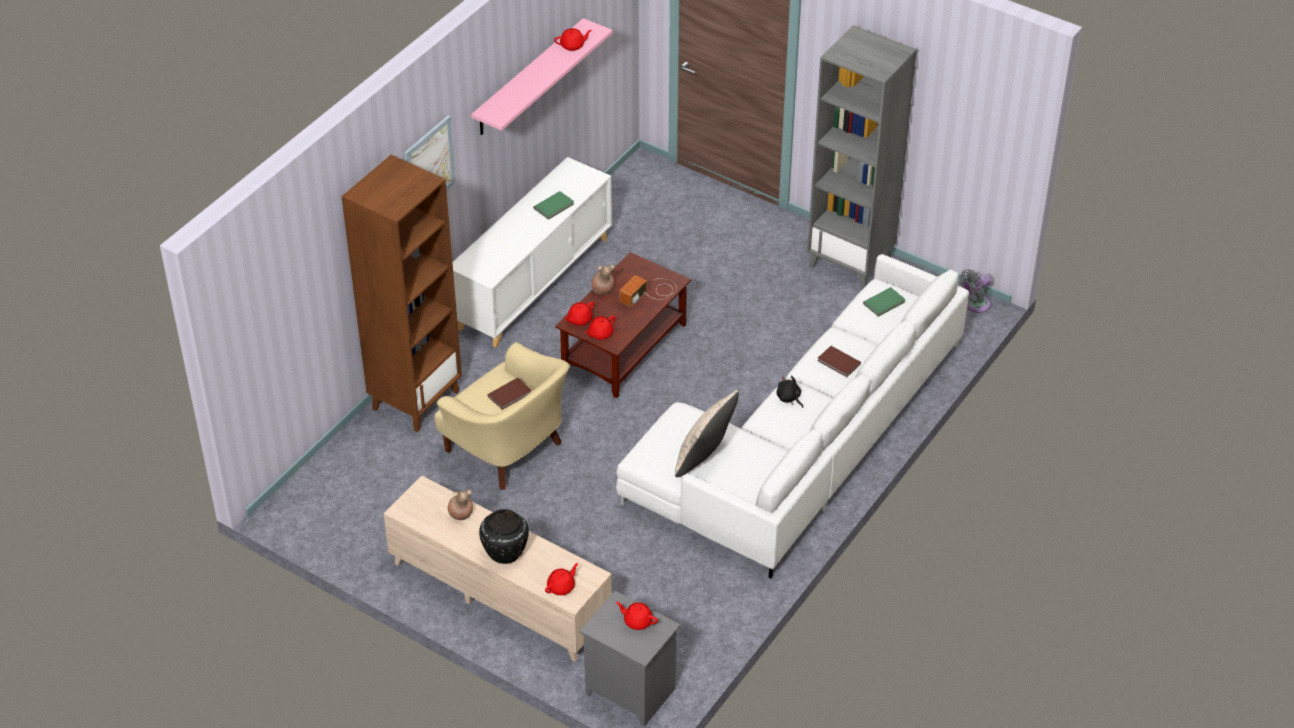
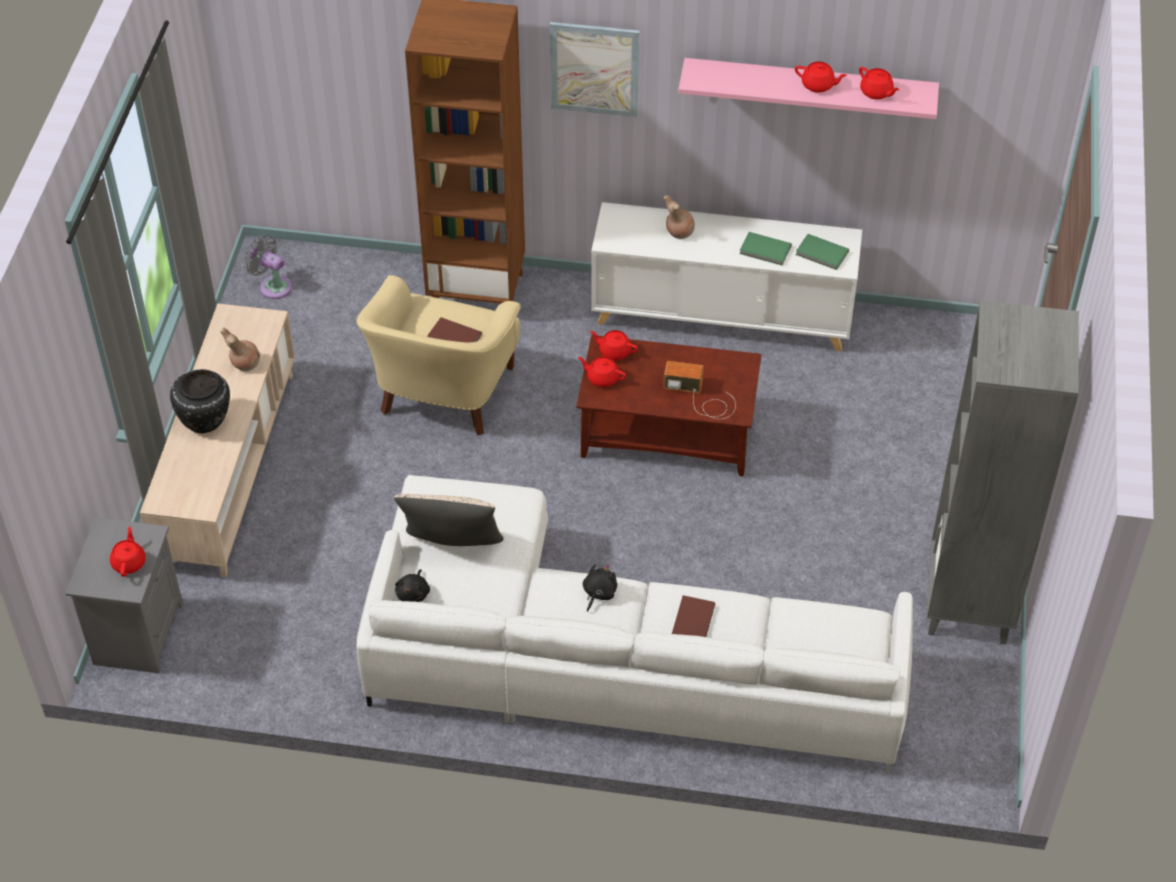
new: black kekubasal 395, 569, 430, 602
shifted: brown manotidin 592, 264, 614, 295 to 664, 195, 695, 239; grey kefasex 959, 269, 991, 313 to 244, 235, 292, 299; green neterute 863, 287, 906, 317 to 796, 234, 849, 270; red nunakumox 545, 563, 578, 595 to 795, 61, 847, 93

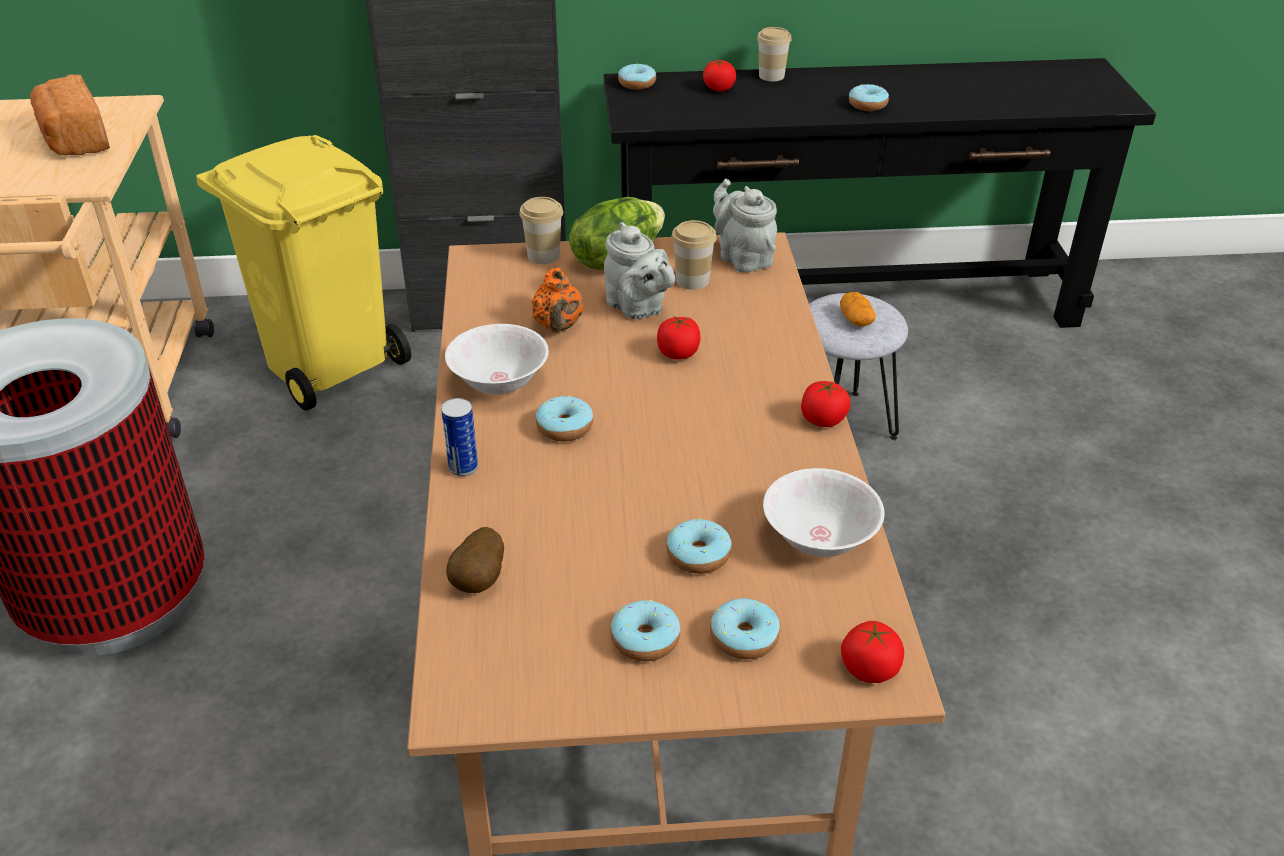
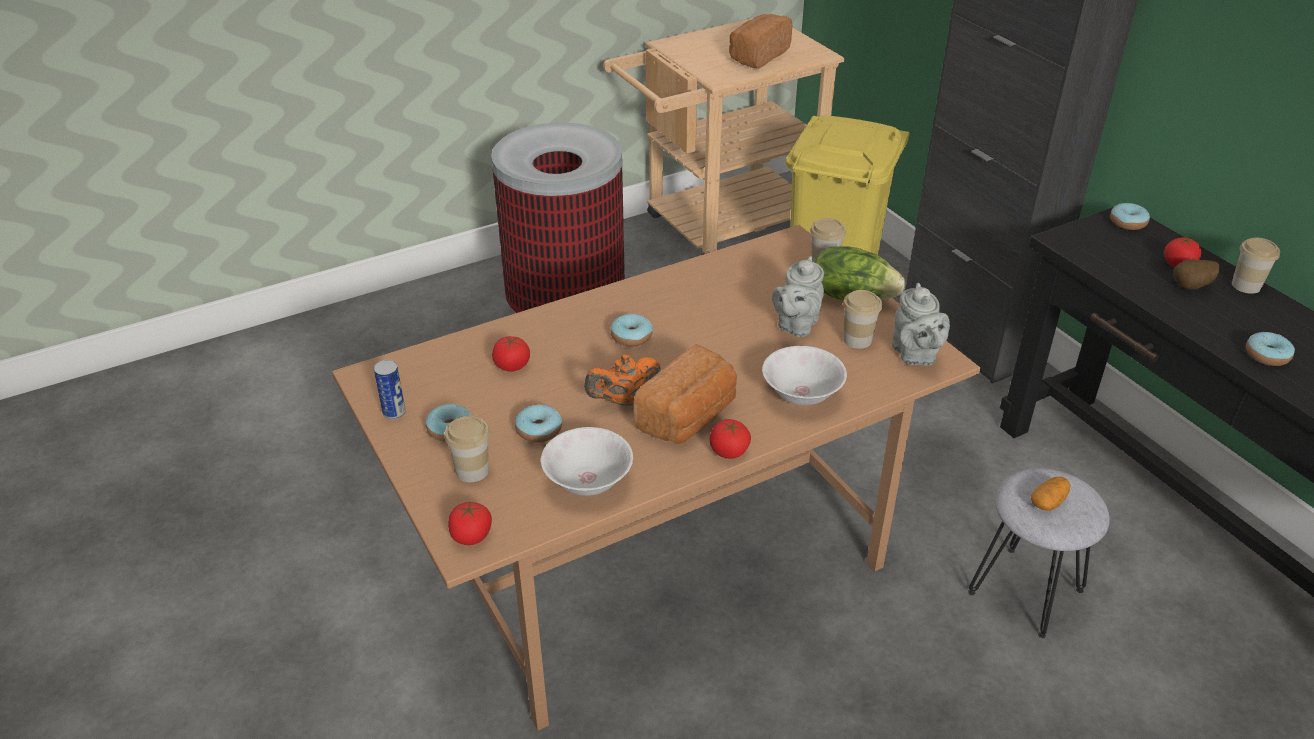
new: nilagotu 633, 344, 737, 444
shifted: orange nunakumox 532, 267, 583, 333 to 584, 354, 661, 406; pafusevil 657, 316, 700, 360 to 492, 336, 530, 372; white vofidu 445, 324, 549, 395 to 762, 346, 847, 406; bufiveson 441, 398, 478, 477 to 374, 360, 406, 420; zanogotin 446, 527, 504, 593 to 1174, 259, 1220, 290
swapped: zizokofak 710, 598, 780, 659 to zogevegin 445, 416, 490, 482
rotated: grey nunakumox 713, 179, 777, 273 = 892, 283, 950, 365 135 degrees clockwise

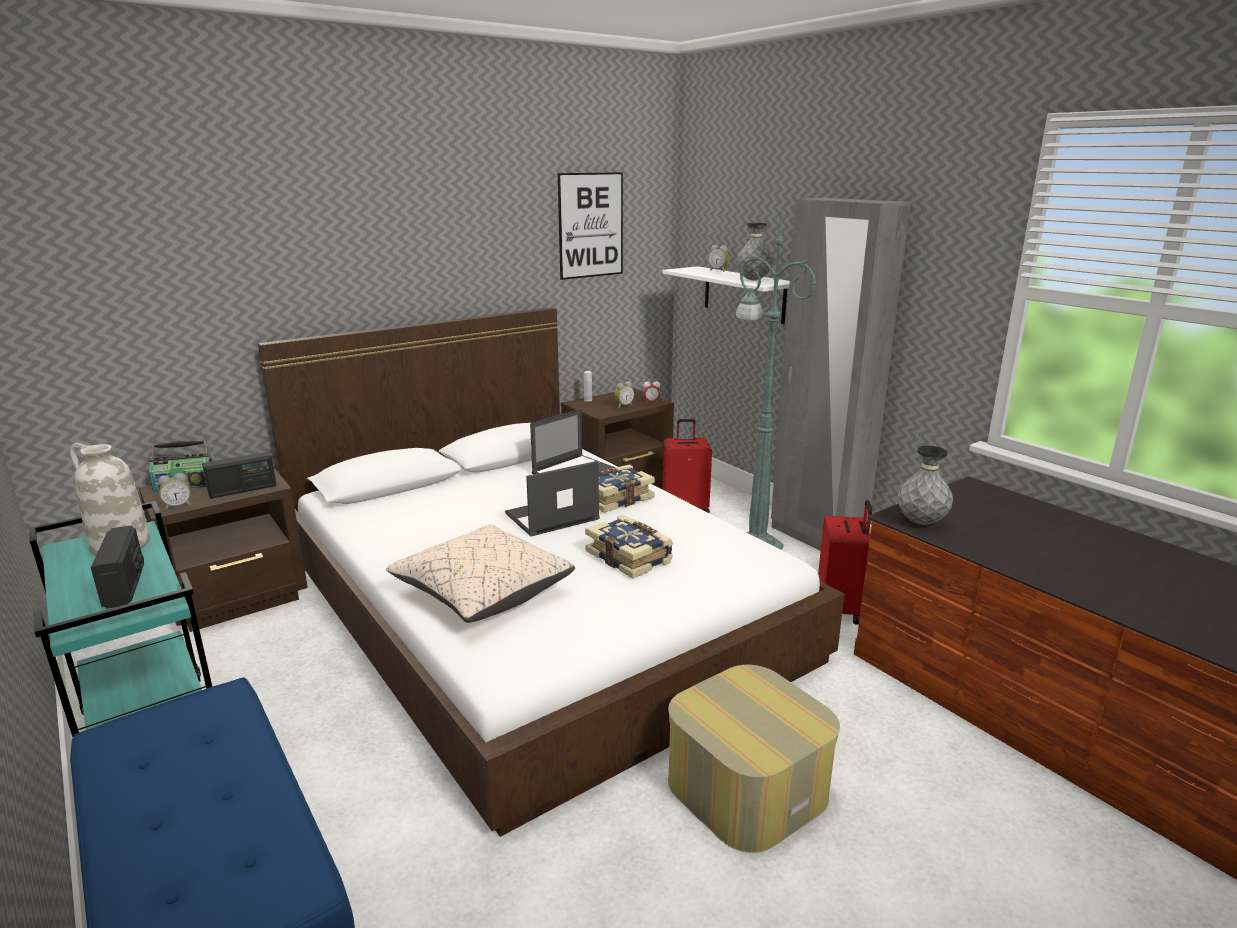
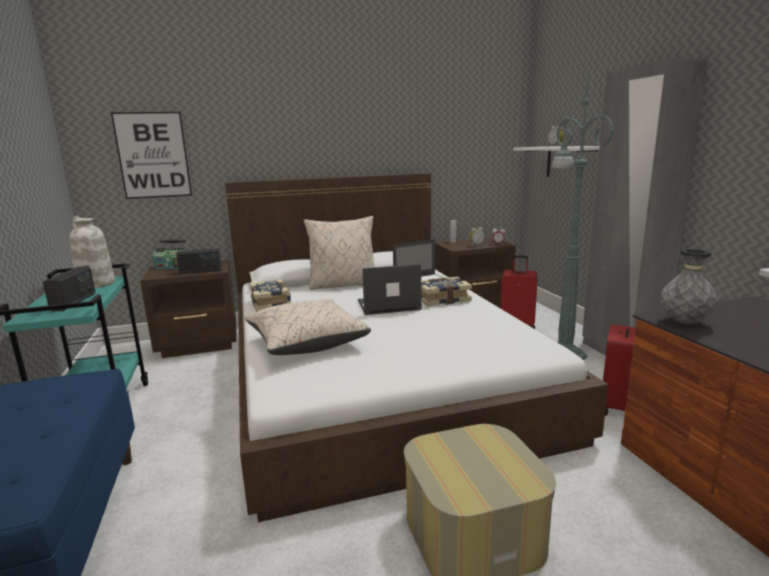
gone: grey manotidin 736, 223, 773, 280; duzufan 158, 473, 192, 510
new: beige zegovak 304, 216, 374, 290
shifted: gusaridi 557, 172, 623, 280 to 111, 112, 192, 199; neterute 585, 515, 673, 579 to 249, 279, 291, 311

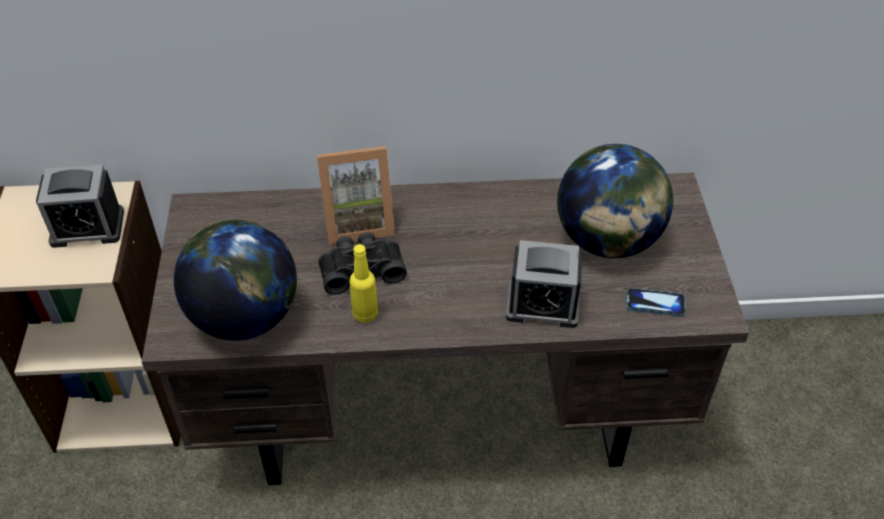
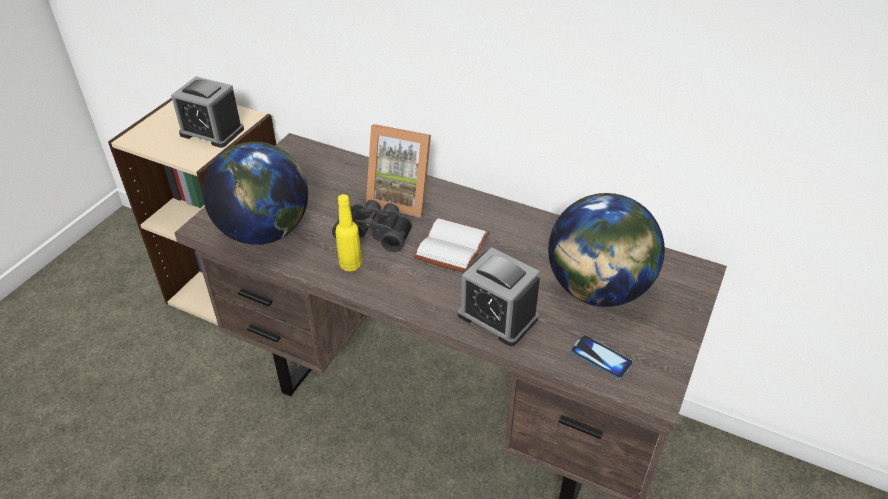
new: white neterute 413, 218, 490, 272

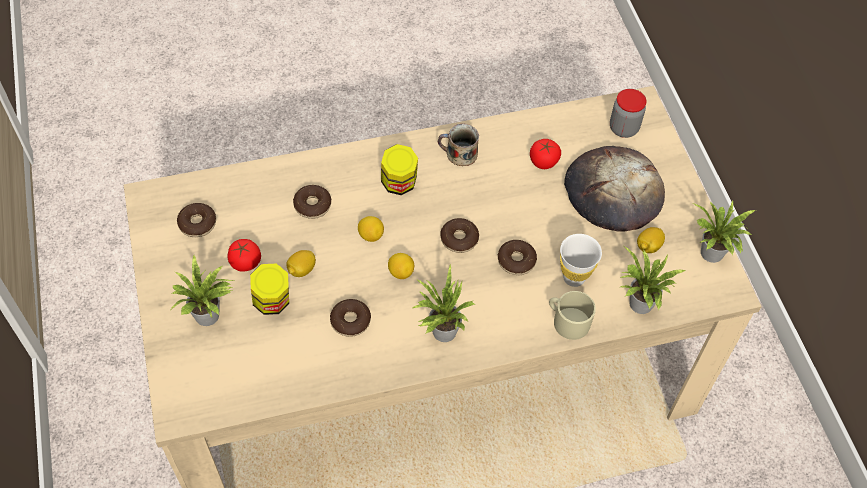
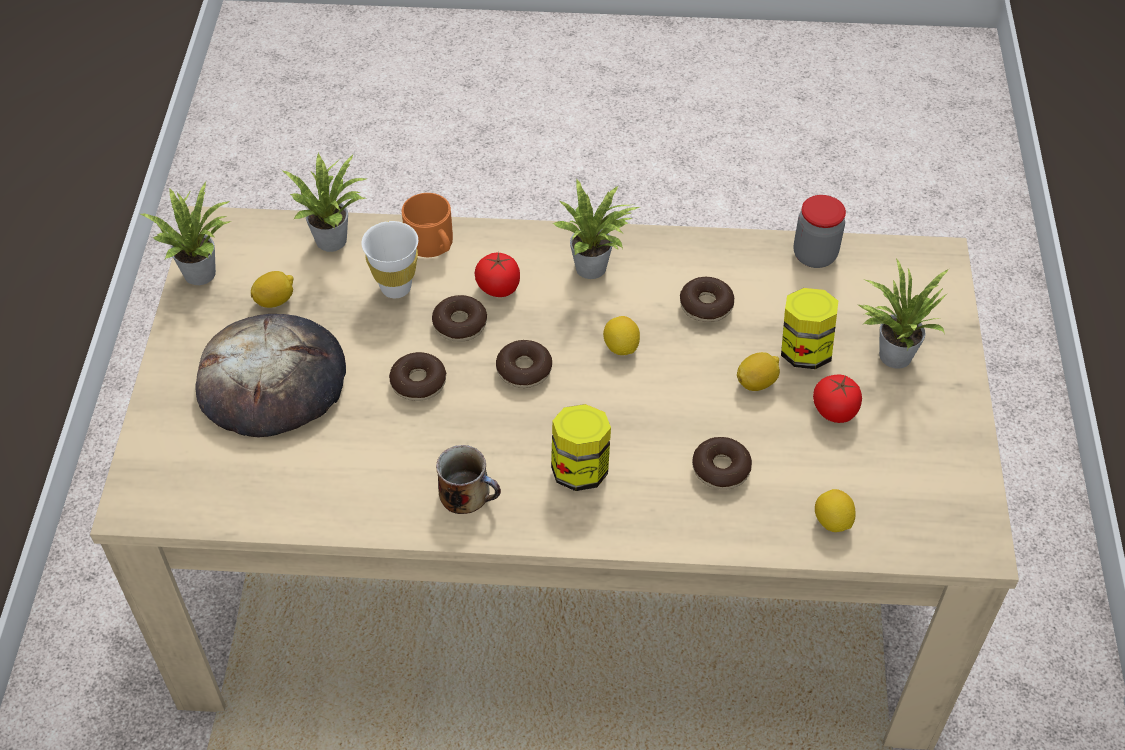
shifted: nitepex 610, 89, 647, 138 to 794, 195, 846, 268; pafusevil 530, 139, 561, 169 to 475, 252, 520, 297; zizokofak 177, 203, 216, 237 to 389, 352, 446, 401; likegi 358, 216, 384, 242 to 815, 489, 856, 532
repainted: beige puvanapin 549, 291, 596, 340 to orange puvanapin 402, 193, 453, 257

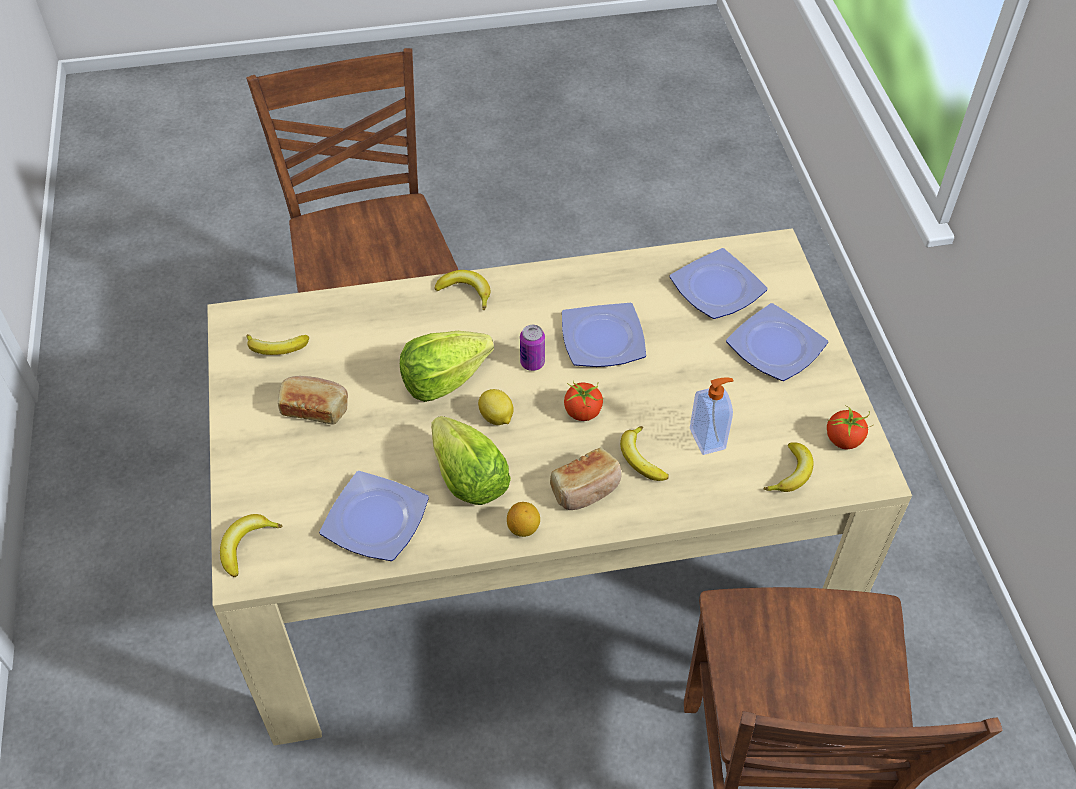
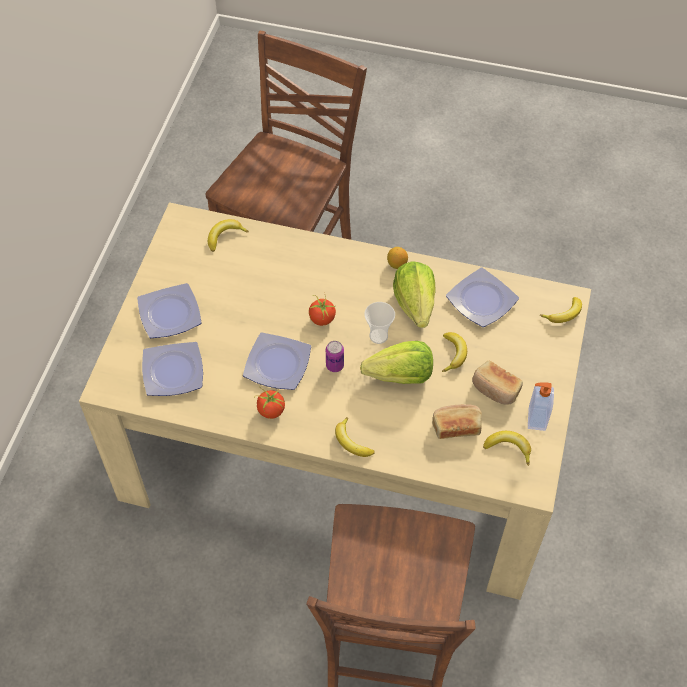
shifted: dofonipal 690, 377, 733, 455 to 528, 382, 554, 431; pafusevil 827, 405, 873, 449 to 254, 388, 285, 419; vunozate 620, 426, 669, 481 to 442, 332, 467, 372; nilagotu 550, 448, 621, 510 to 432, 404, 482, 439
swapped: likegi 478, 389, 513, 425 to zogevegin 364, 302, 395, 344

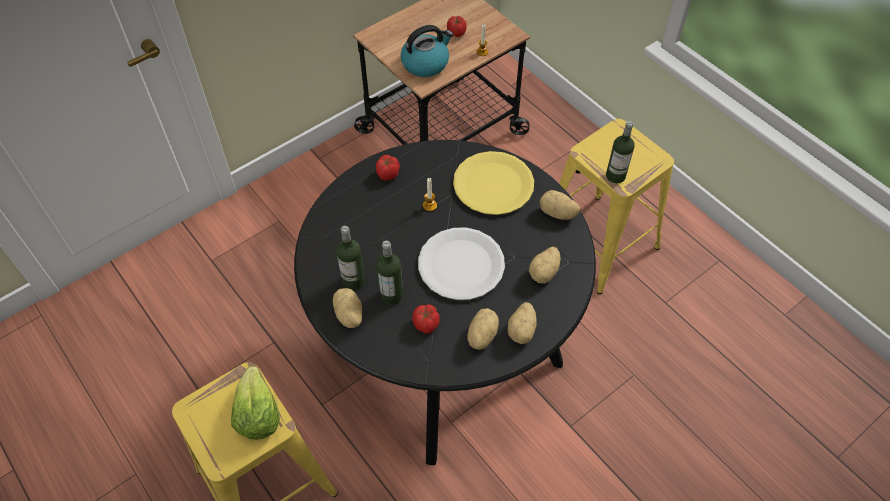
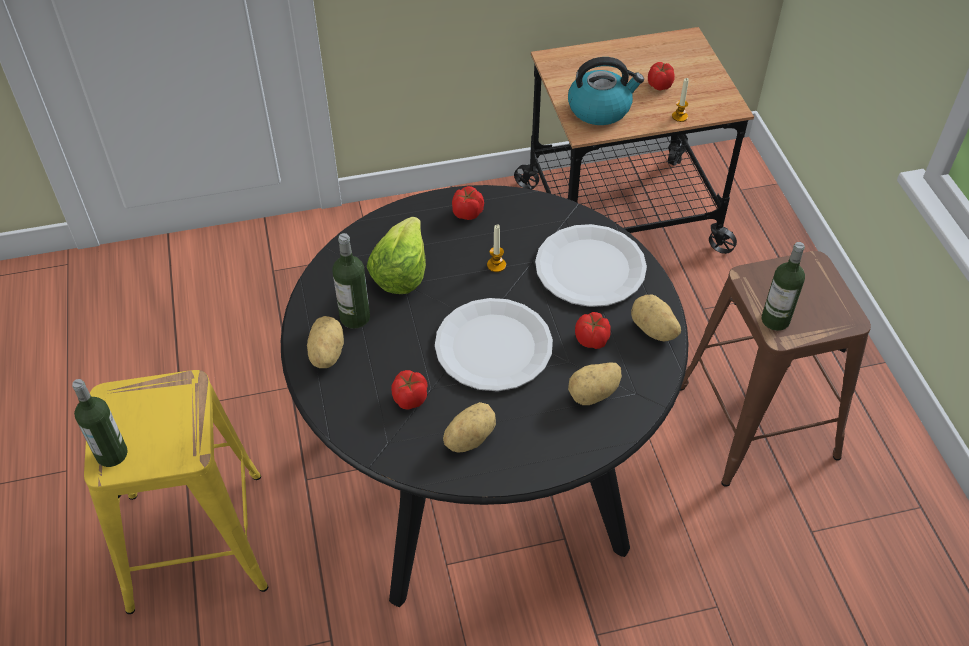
gone: zanogotin 507, 302, 537, 344
new: pafusevil 575, 312, 610, 349
shifted: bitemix 376, 240, 403, 305 to 72, 379, 128, 467; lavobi 231, 366, 280, 440 to 367, 217, 426, 294
repainted: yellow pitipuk 559, 119, 674, 294 to brown pitipuk 680, 251, 871, 487; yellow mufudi 453, 151, 534, 215 to white mufudi 535, 224, 647, 307

